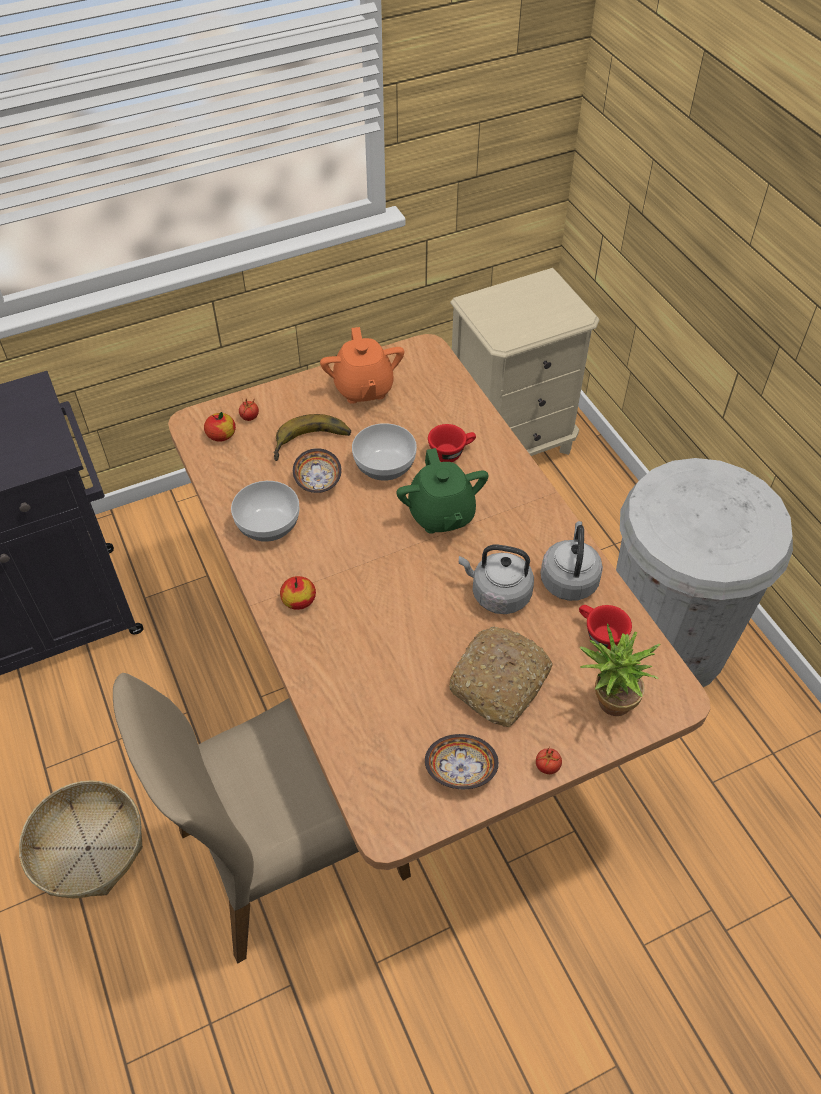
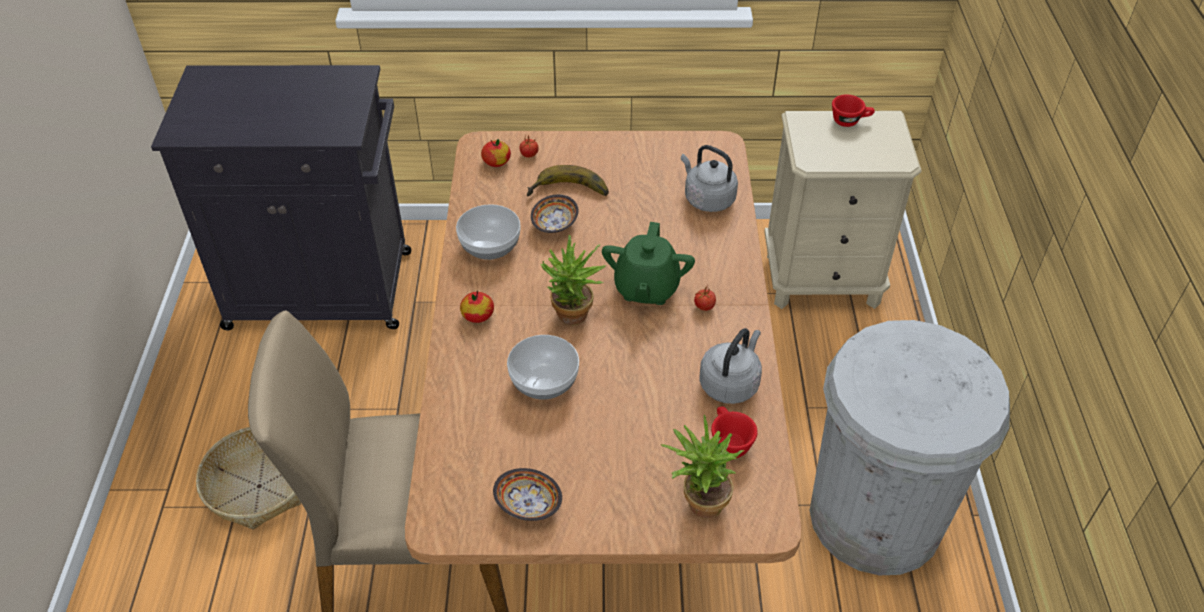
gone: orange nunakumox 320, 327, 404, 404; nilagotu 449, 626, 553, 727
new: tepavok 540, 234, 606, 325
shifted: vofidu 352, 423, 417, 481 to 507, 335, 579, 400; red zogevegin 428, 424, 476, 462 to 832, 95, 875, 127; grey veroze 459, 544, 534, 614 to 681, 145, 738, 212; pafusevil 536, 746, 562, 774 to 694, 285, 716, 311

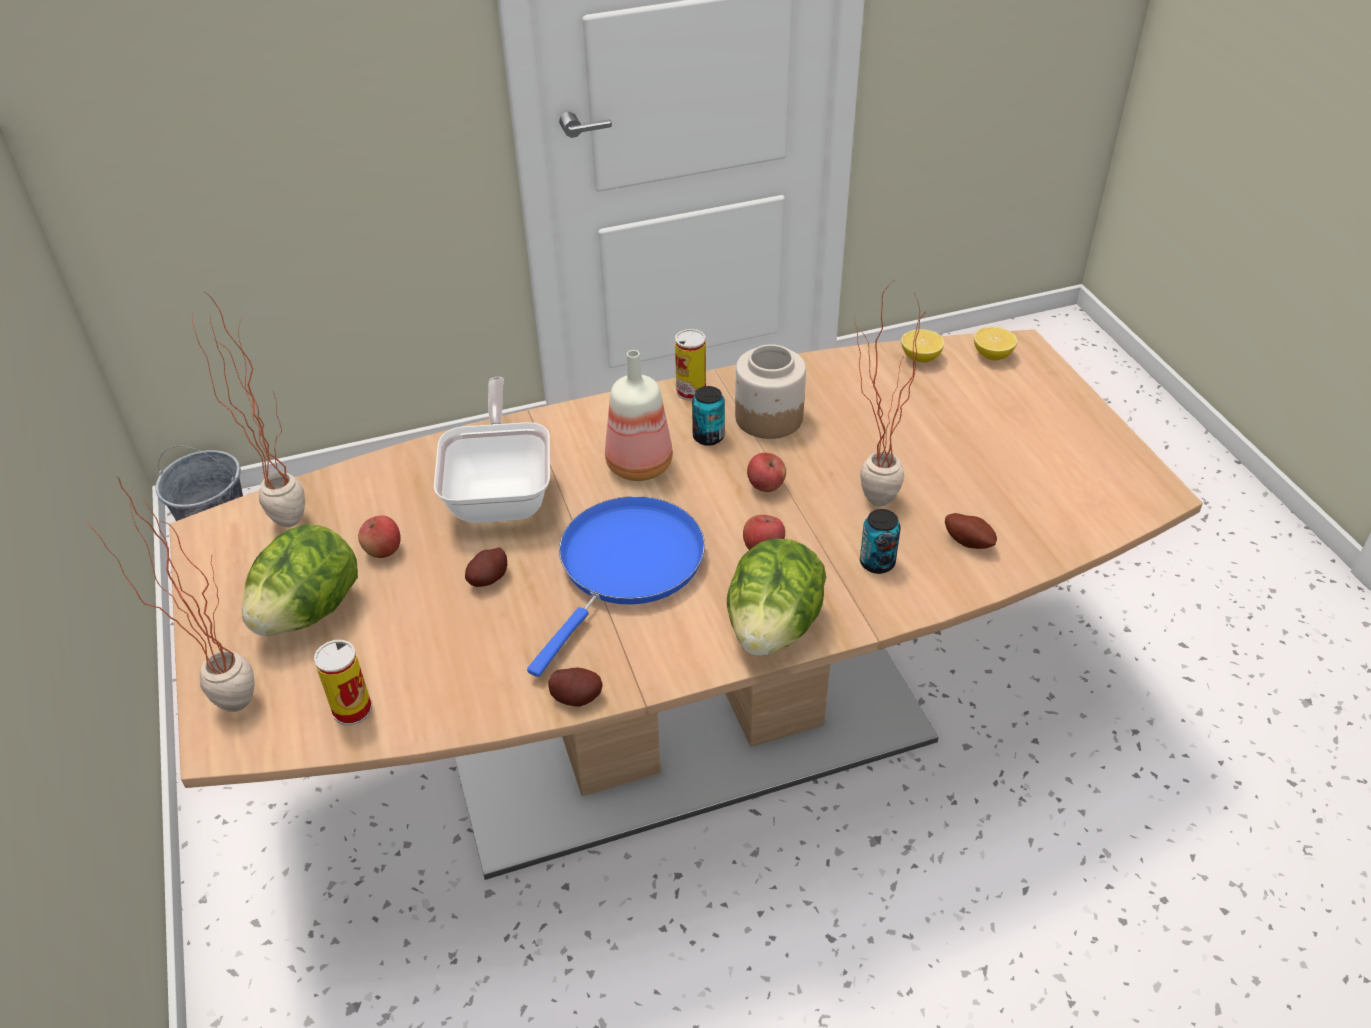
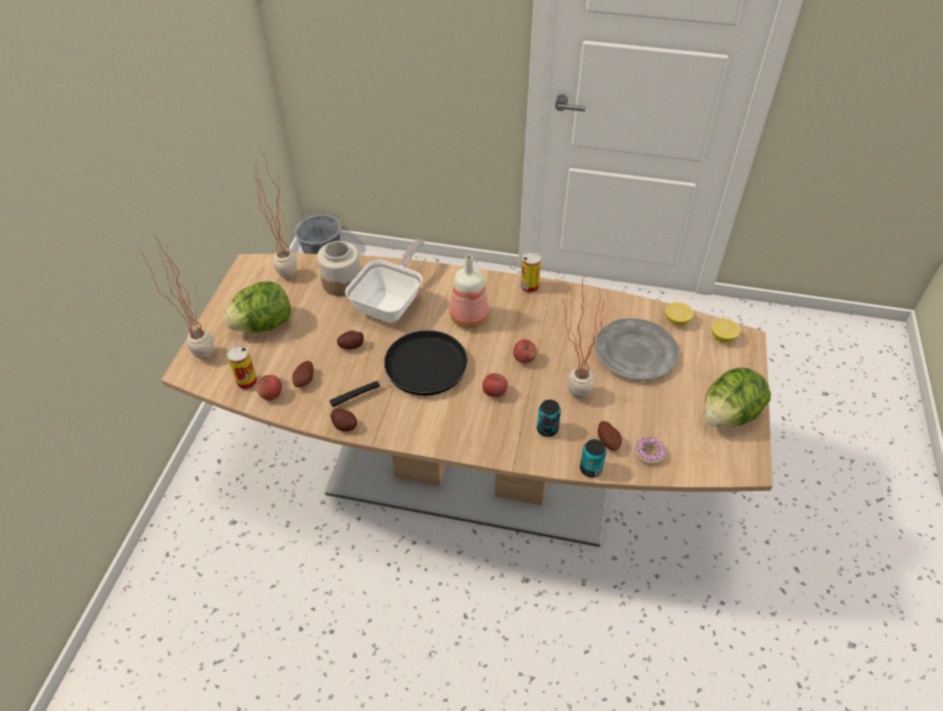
new: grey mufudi 595, 318, 679, 381; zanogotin 292, 361, 313, 387; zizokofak 634, 437, 666, 465
shifted: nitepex 735, 344, 806, 439 to 317, 241, 361, 296; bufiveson 692, 386, 725, 446 to 580, 439, 606, 477; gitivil 358, 515, 401, 558 to 256, 375, 282, 400; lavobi 727, 538, 826, 656 to 704, 367, 771, 427
repainted: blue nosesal 527, 496, 705, 677 to black nosesal 330, 330, 468, 407

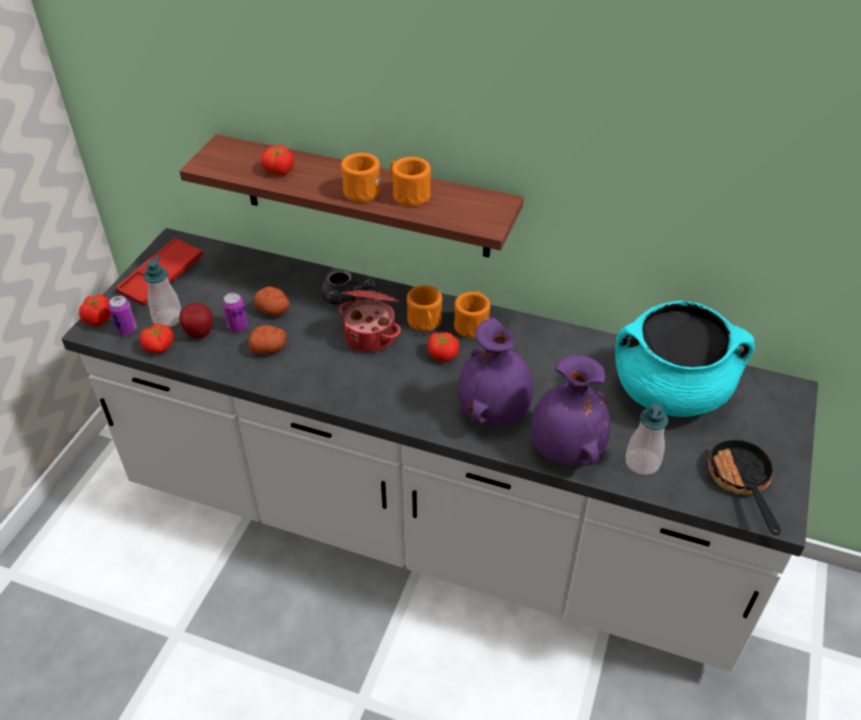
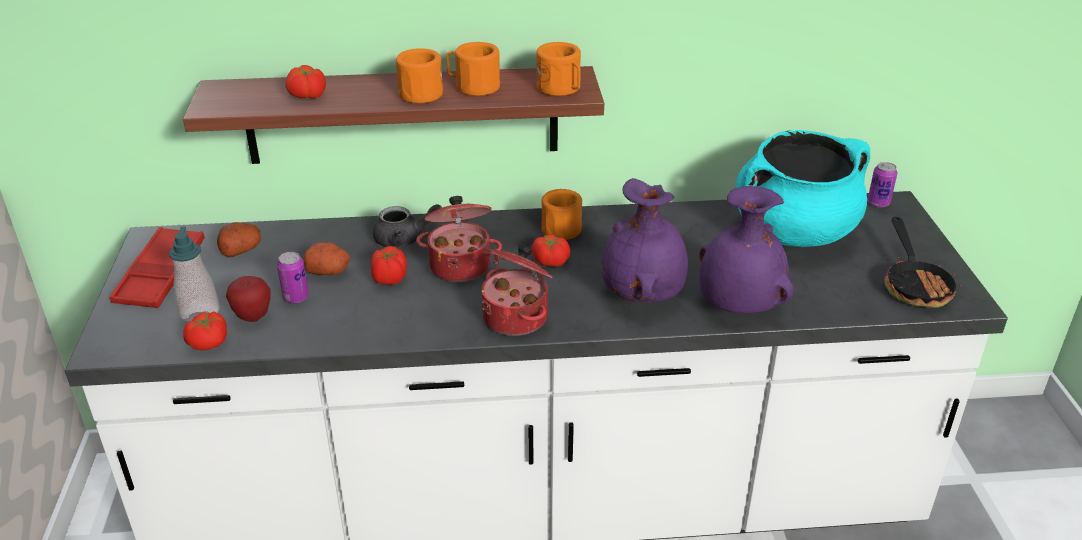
gone: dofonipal 625, 403, 668, 475
new: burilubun 482, 245, 553, 336
shifted: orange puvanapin 407, 285, 442, 332 to 536, 42, 581, 96; pafusevil 79, 295, 111, 326 to 371, 246, 407, 285; bufiveson 108, 296, 137, 335 to 868, 162, 897, 208; zanogotin 248, 325, 287, 354 to 217, 222, 261, 257
rotated: nosesal 708, 439, 781, 535 = 885, 217, 961, 308 150 degrees counterclockwise

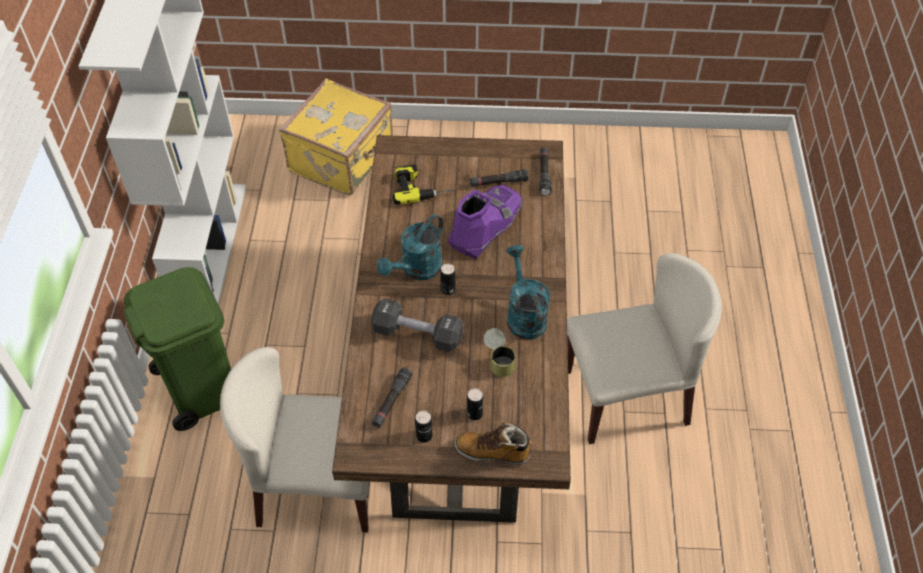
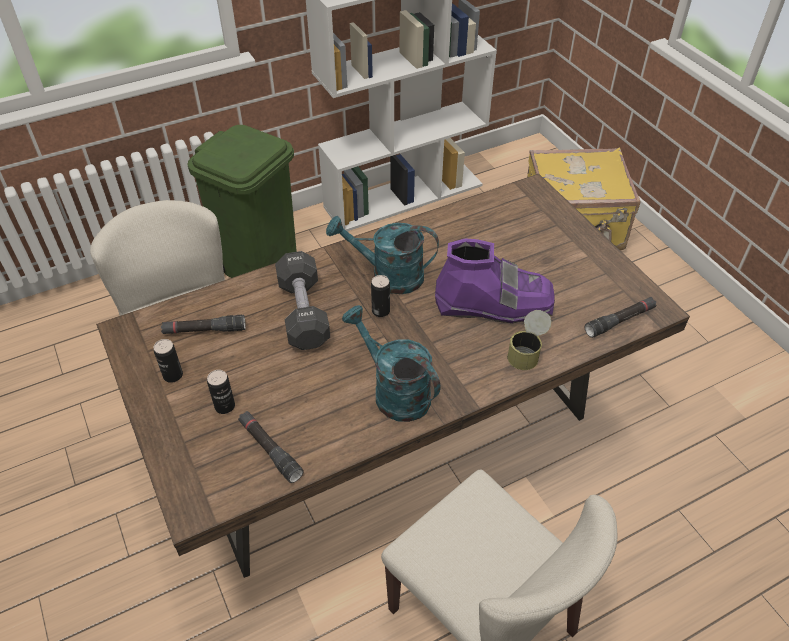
gone: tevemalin 393, 164, 456, 205; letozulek 455, 422, 533, 465
shifted: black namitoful 469, 169, 529, 187 to 238, 411, 304, 483; bufiveson 483, 328, 516, 377 to 507, 310, 552, 370
rotated: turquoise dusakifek 506, 245, 550, 340 = 342, 305, 440, 422 90 degrees counterclockwise

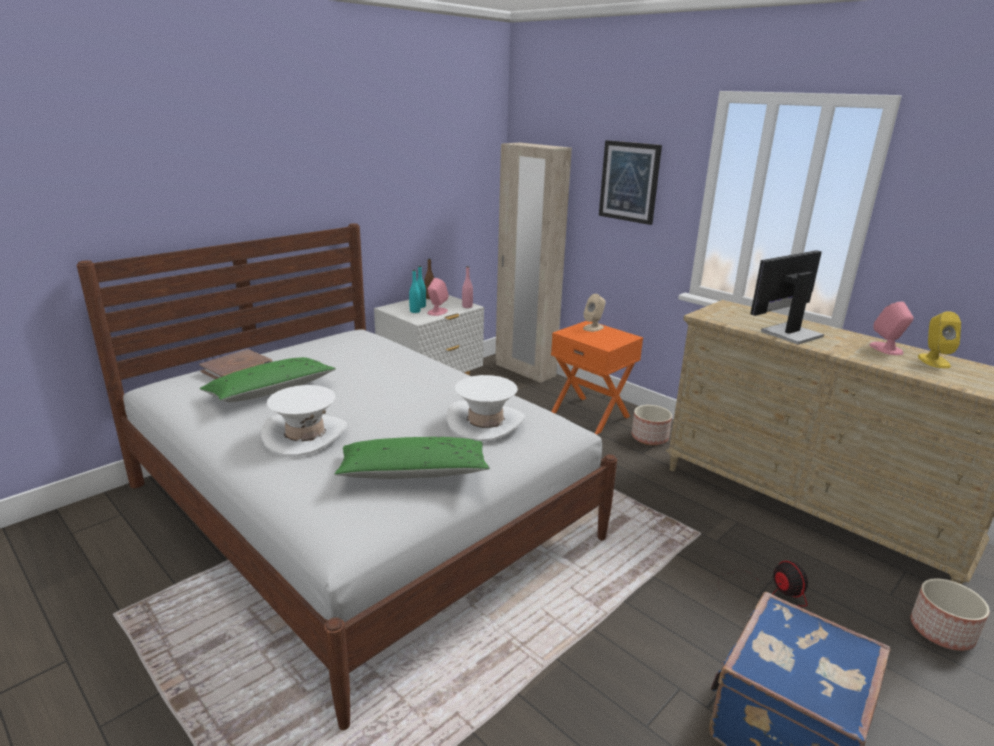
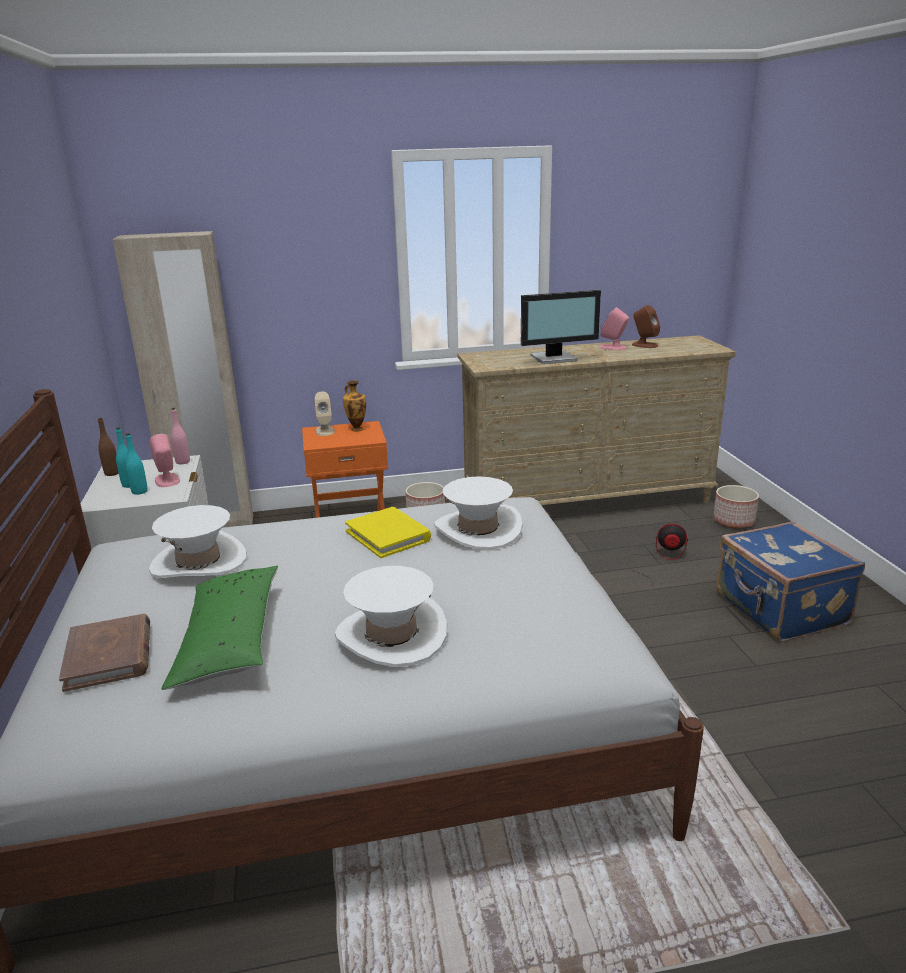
gone: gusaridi 599, 140, 662, 225; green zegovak 334, 437, 490, 479
new: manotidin 343, 380, 366, 431; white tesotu 149, 505, 247, 578; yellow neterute 345, 507, 431, 558
repainted: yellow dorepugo 918, 311, 961, 368 to brown dorepugo 632, 305, 660, 348
rotated: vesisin 750, 250, 824, 345 = 521, 290, 601, 364 105 degrees counterclockwise

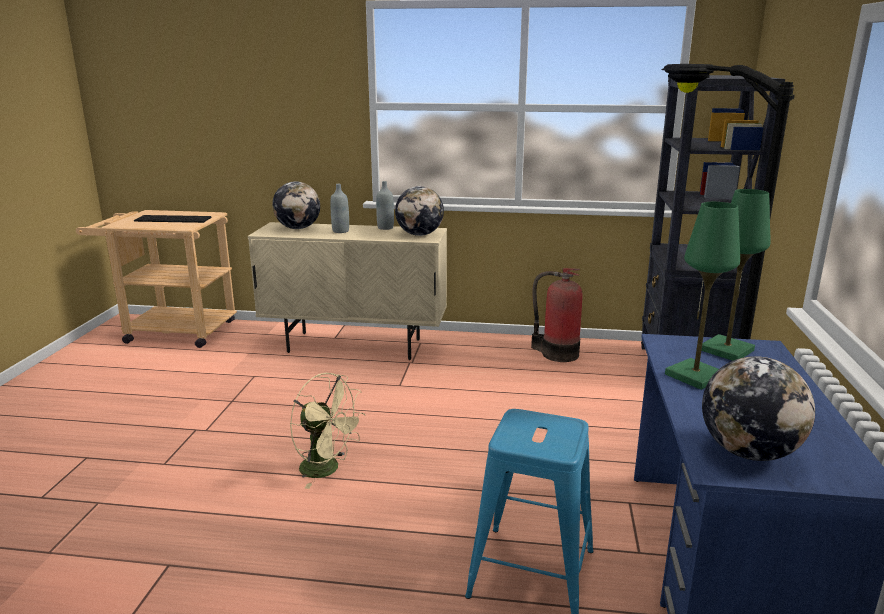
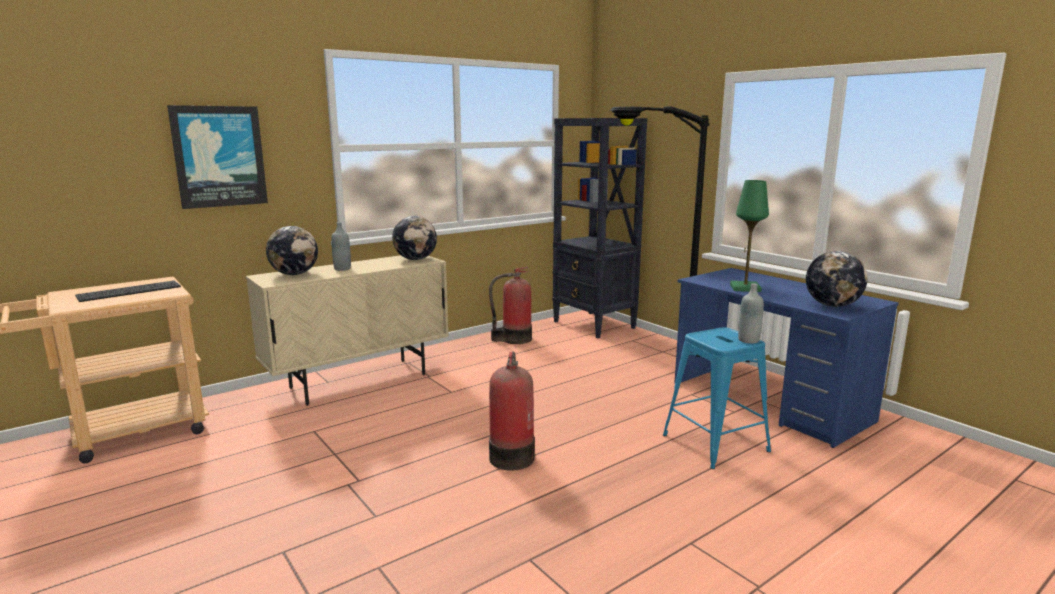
gone: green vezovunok 701, 189, 770, 361
new: gusaridi 167, 105, 268, 209
shifted: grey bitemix 376, 181, 394, 230 to 738, 283, 764, 344
swapped: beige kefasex 290, 373, 365, 489 to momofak 489, 351, 535, 471

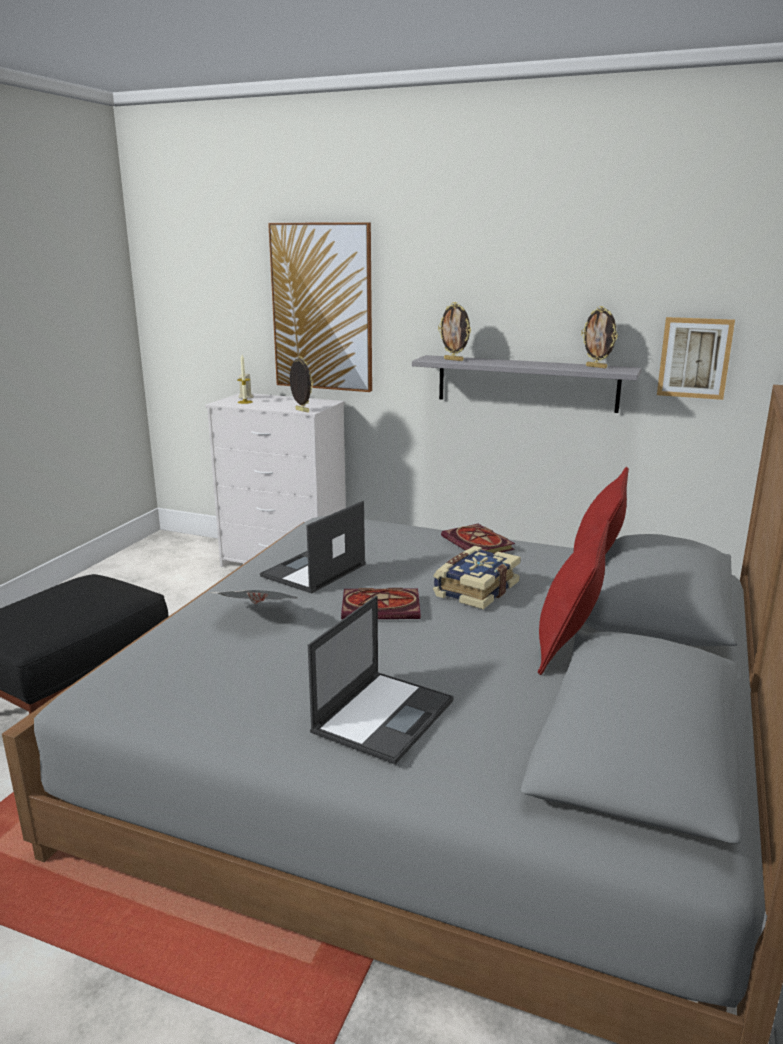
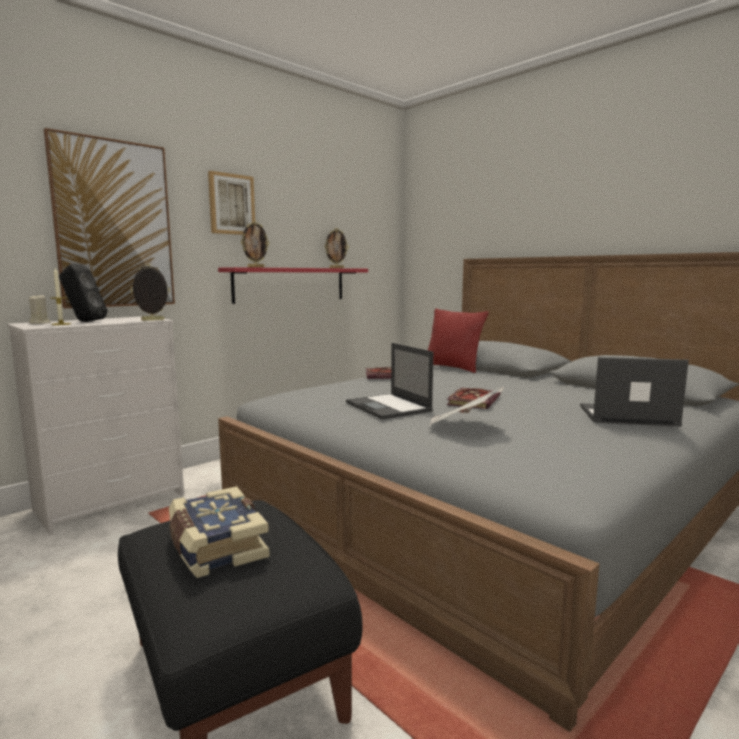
gone: red zegovak 538, 520, 609, 675
new: black dorepugo 59, 264, 107, 322
shifted: gusaridi 657, 317, 735, 400 to 208, 171, 255, 235; neterute 433, 546, 521, 609 to 169, 486, 270, 578
repainted: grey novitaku 412, 355, 641, 413 to red novitaku 218, 267, 368, 304
rotated: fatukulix 308, 596, 454, 765 = 580, 357, 689, 427 45 degrees counterclockwise

